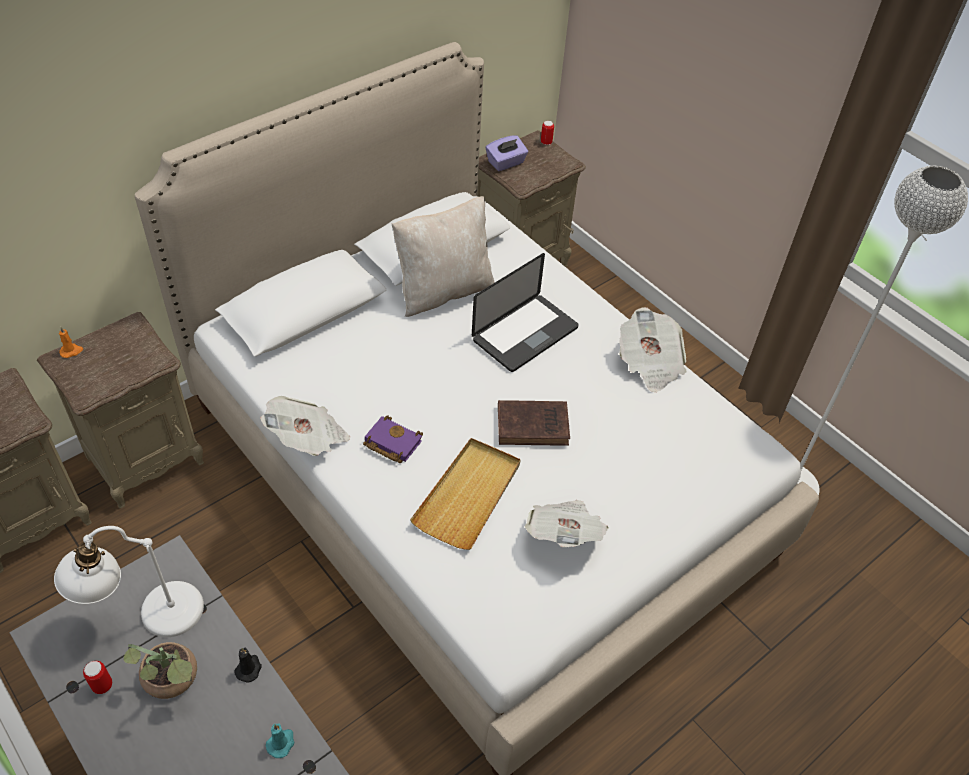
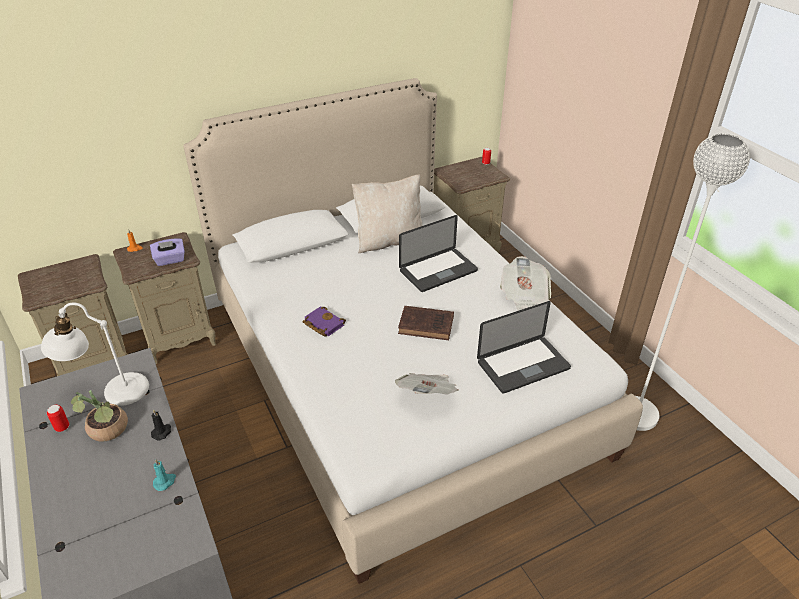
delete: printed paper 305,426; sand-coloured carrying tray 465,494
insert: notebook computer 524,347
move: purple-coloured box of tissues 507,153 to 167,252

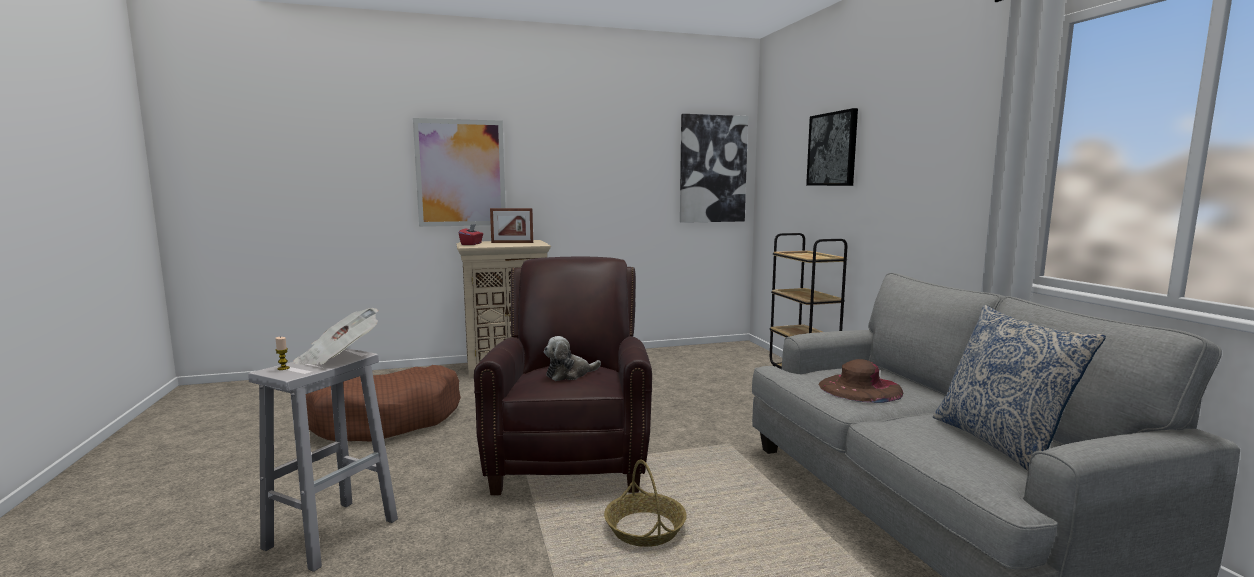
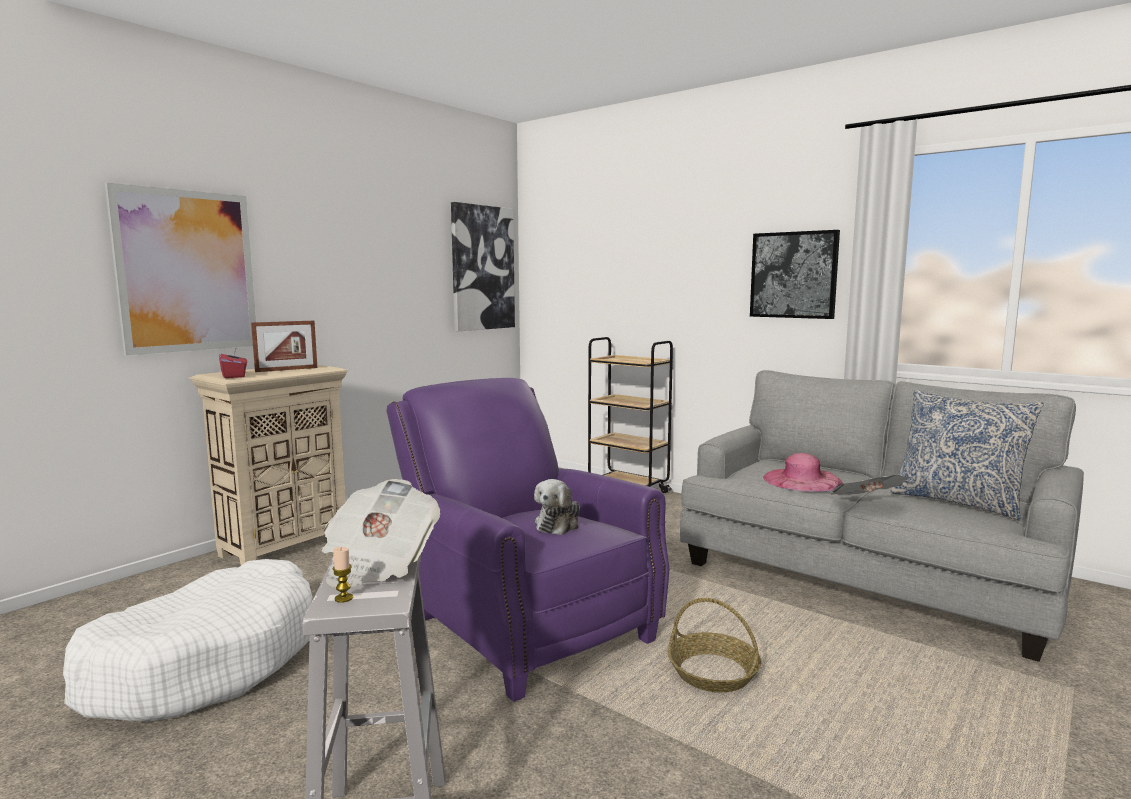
insert: printed paper 869,485
move: wall art 832,147 to 795,274
recolor: brownish dog bed 383,403 to white-coloured dog bed 187,640; brownish lounge chair 563,376 to purple-coloured lounge chair 528,540; brownish wearable hat 861,381 to pink wearable hat 803,472

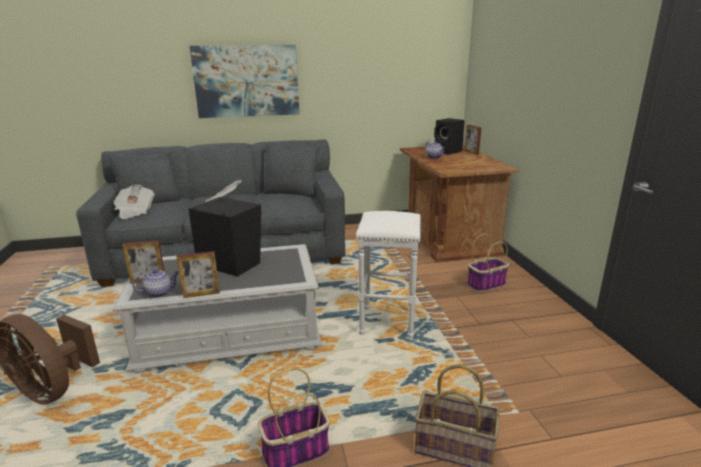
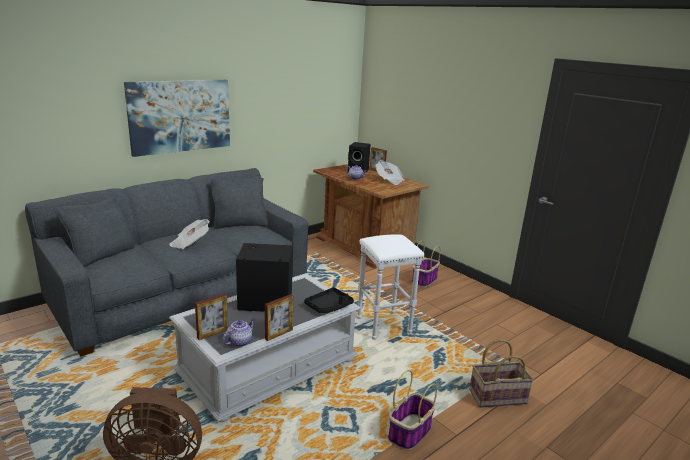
insert: black-coloured carrying tray 329,300
move: printed paper 133,202 to 390,172

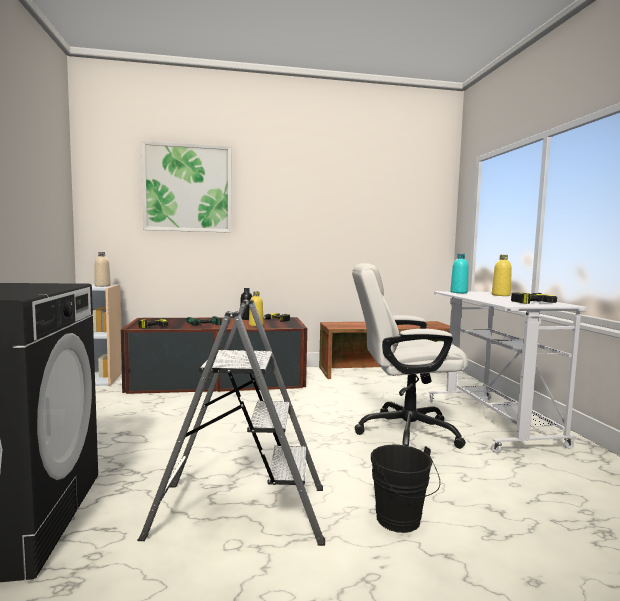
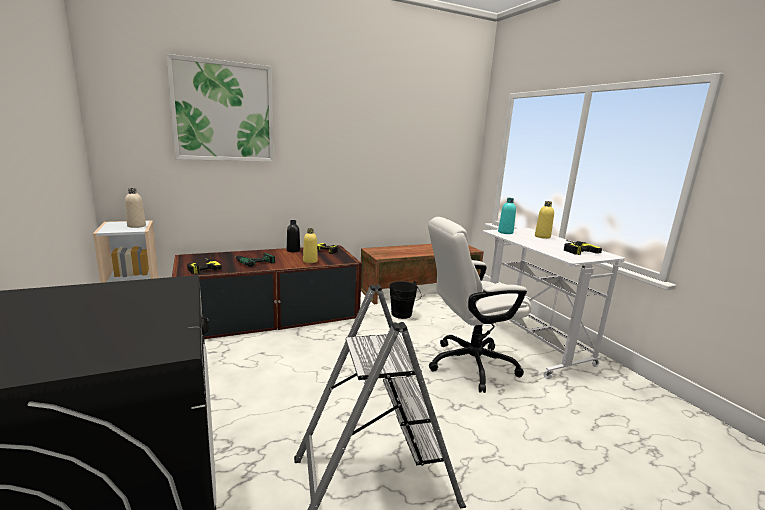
move: black-coloured bucket 405,488 to 405,300

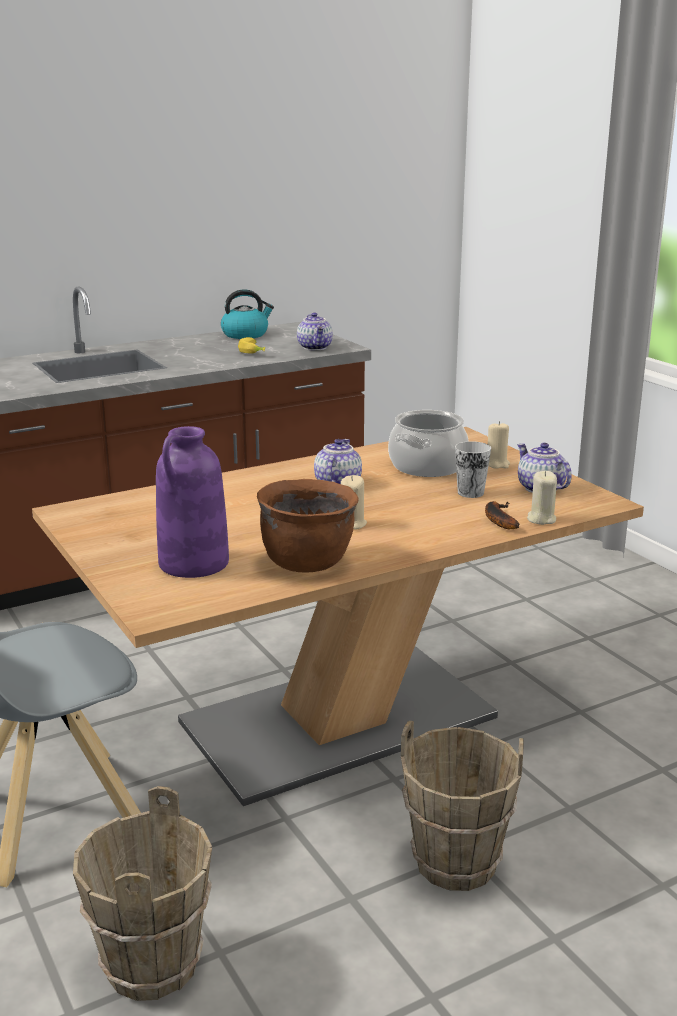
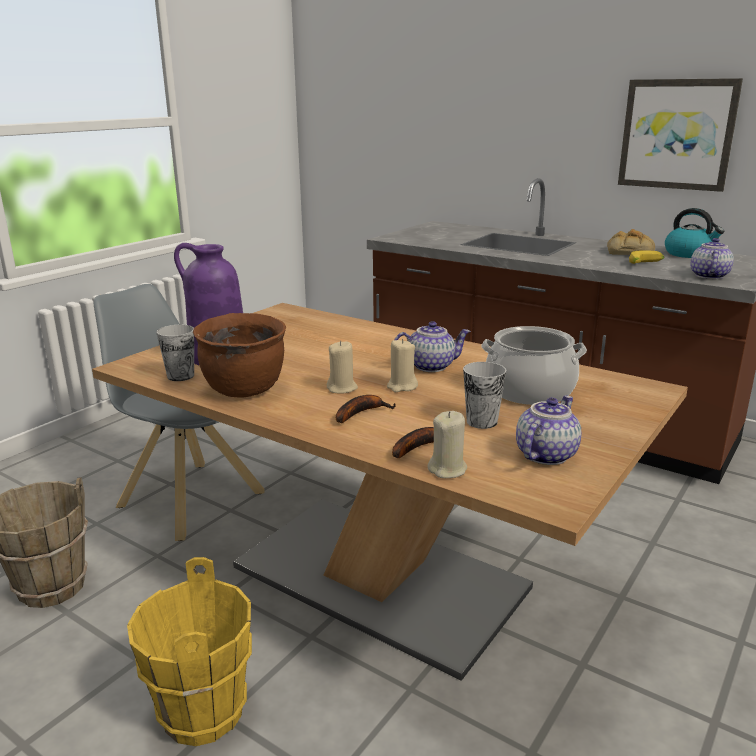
insert: cup 175,353; banana 366,409; bakery bread 631,242; wall art 680,135
move: sand-coloured wax candle 499,445 to 402,365
recolor: brownish bucket 462,806 to yellow-coloured bucket 189,651
rotate: tea pot 315,332 = 712,258 150 degrees clockwise

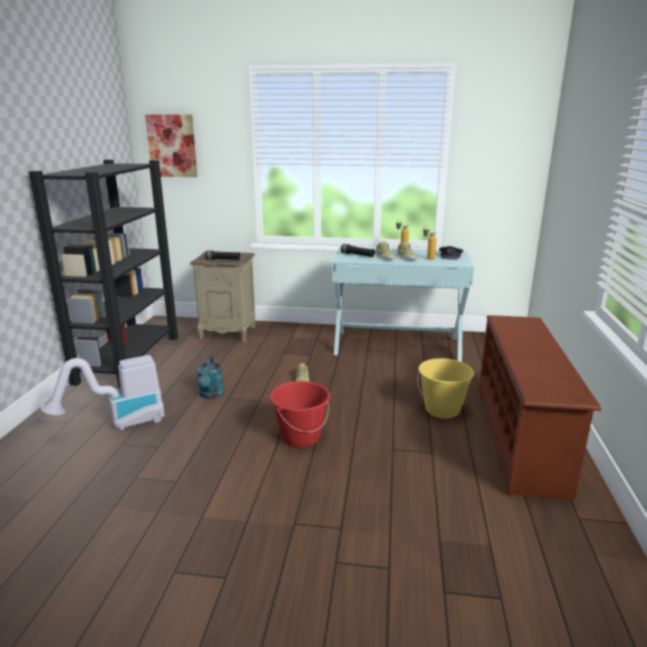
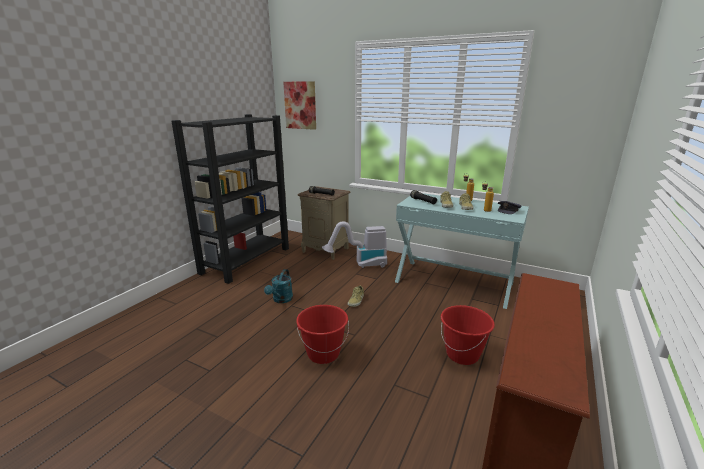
move: vacuum 102,392 to 354,244
recolor: yellow-coloured bucket 445,388 to red bucket 468,335

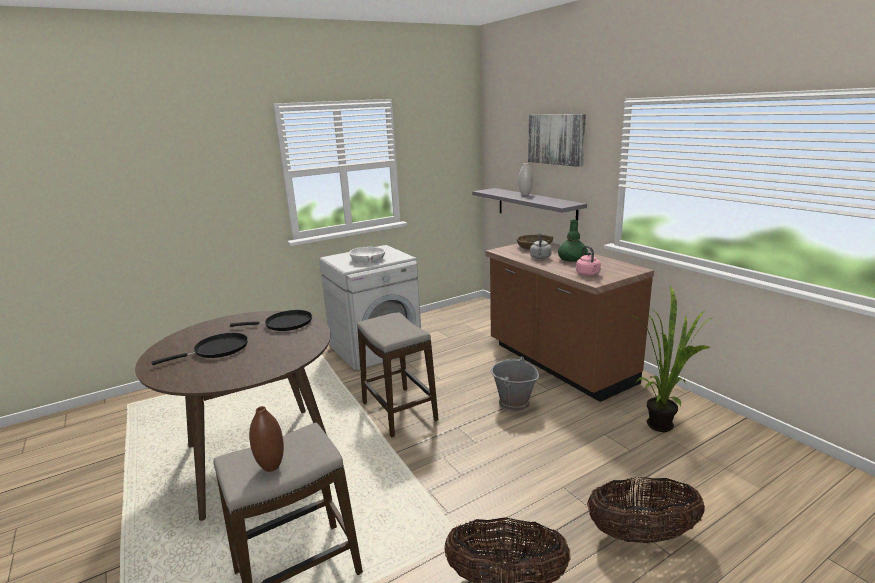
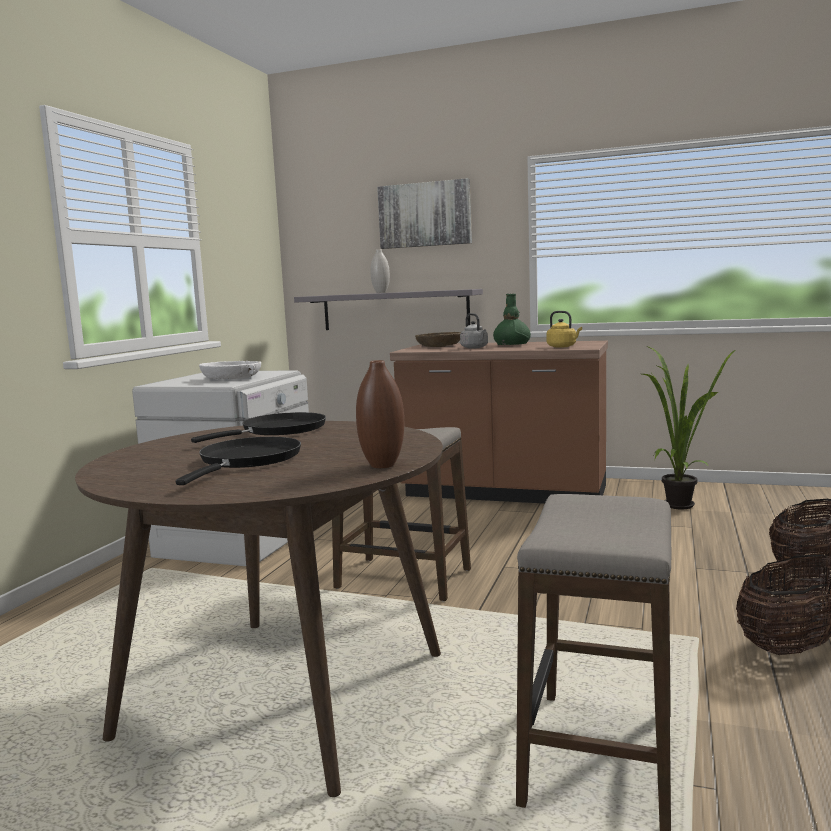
delete: grey bucket 515,384
move: brownish vase 266,439 to 380,414
recolor: pink water kettle 588,260 to yellow-coloured water kettle 564,329

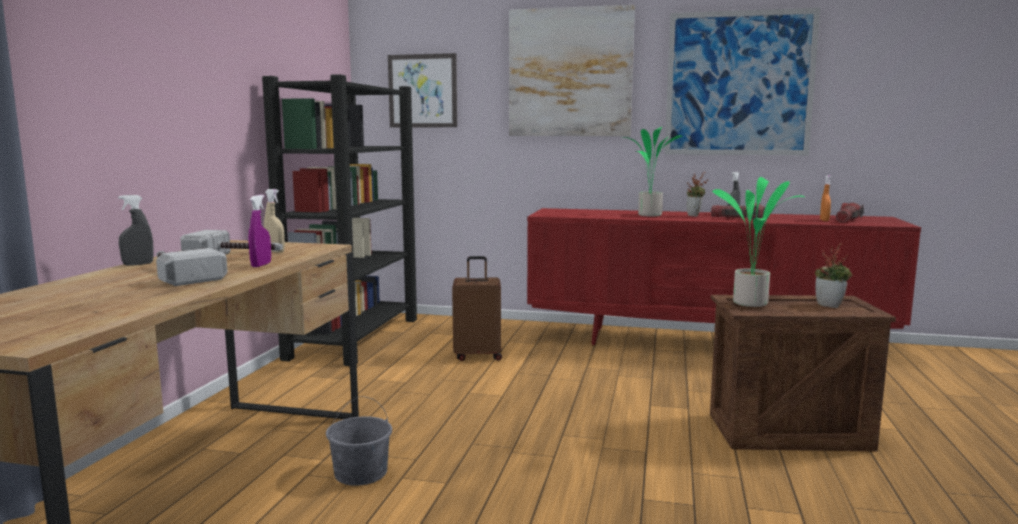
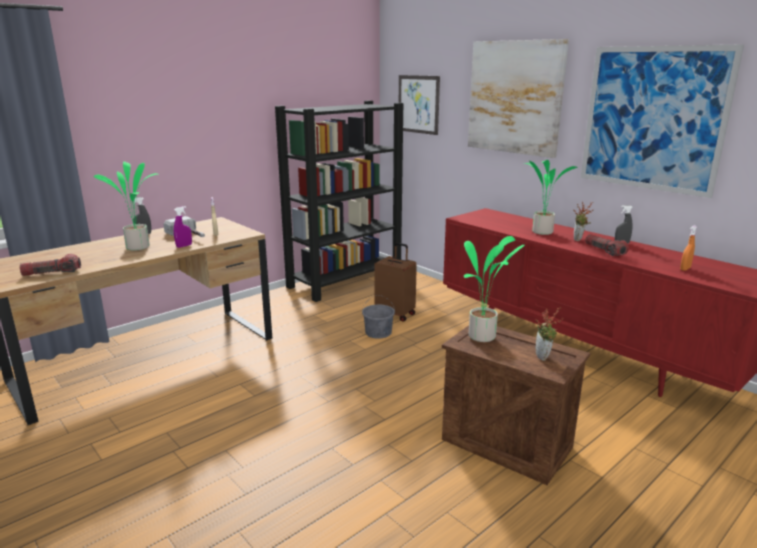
move: torch 850,212 to 50,265; grey bucket 359,441 to 378,317
replace: tool hammer 191,267 to houseplant 126,206

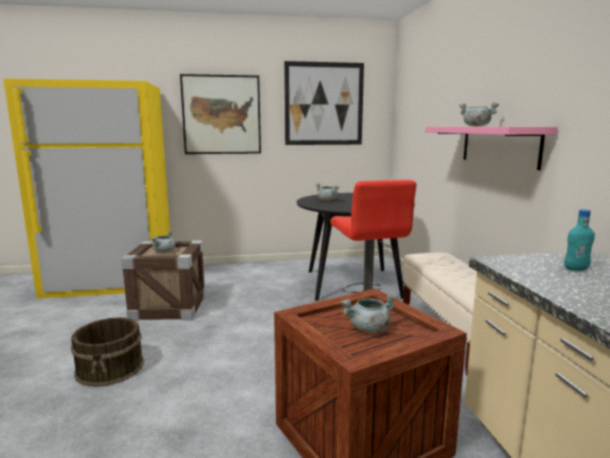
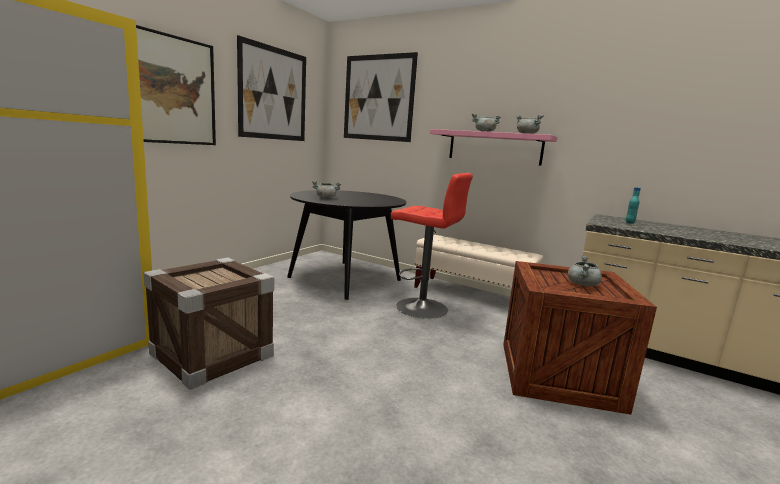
delete: brownish bucket 107,352
insert: wall art 381,97
move: grey cooking pot 163,242 to 530,124

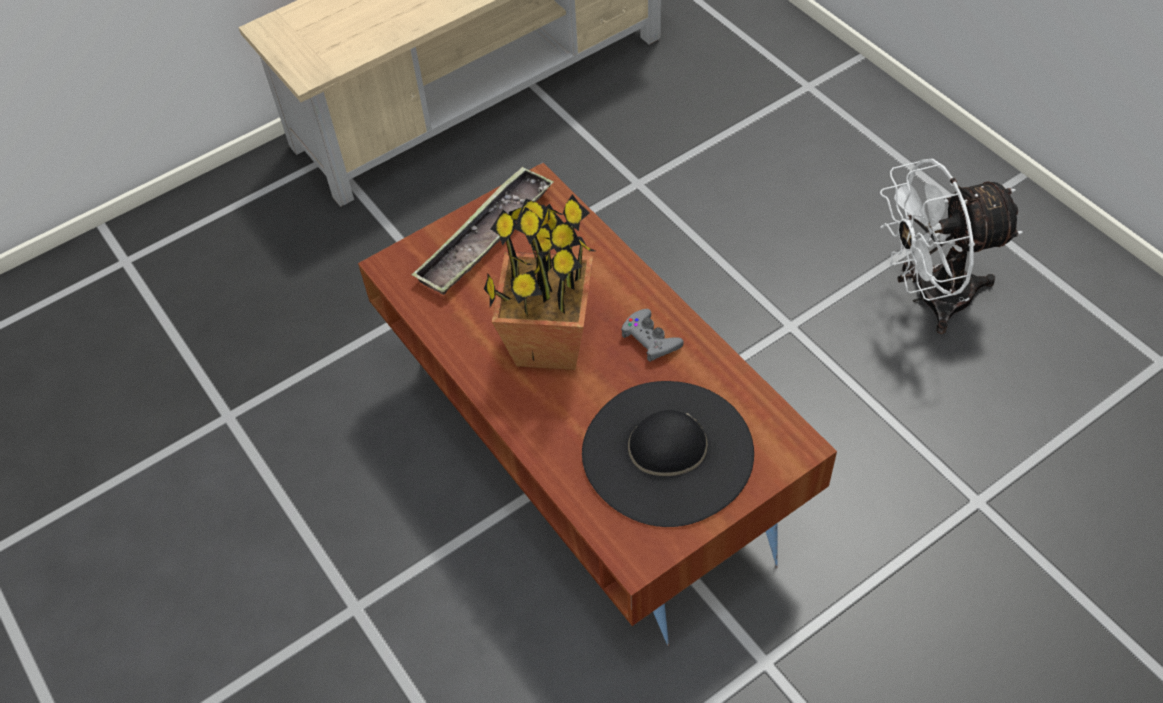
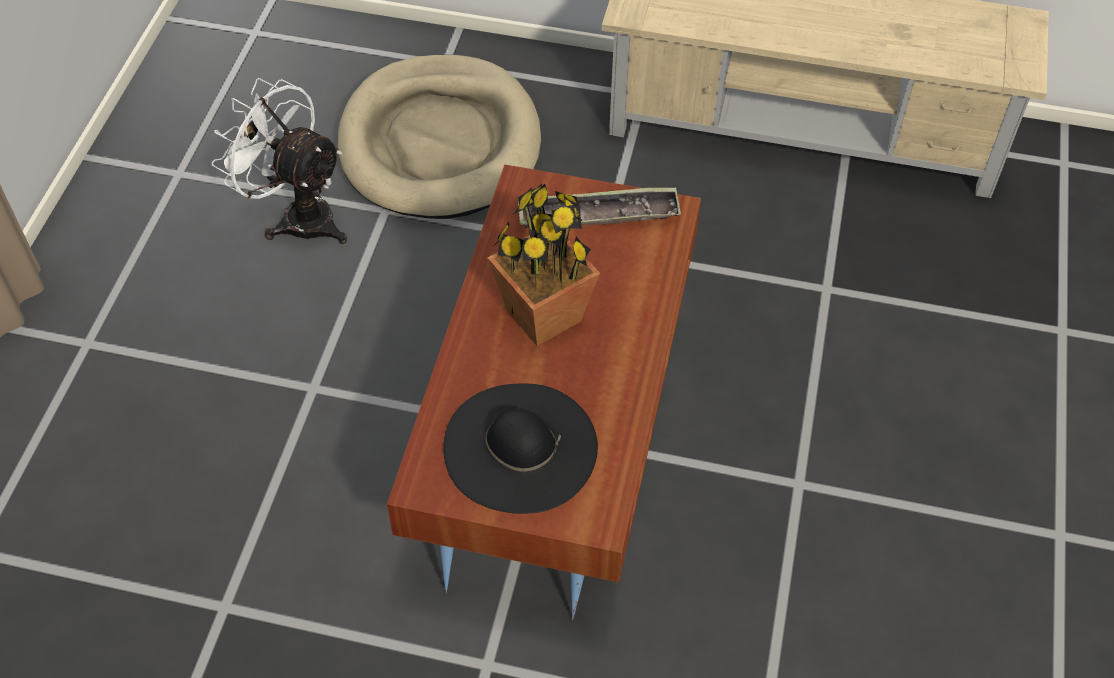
delete: grey game controller 652,335
insert: sand-coloured dog bed 439,137
move: white-coloured fan 951,246 to 279,161

